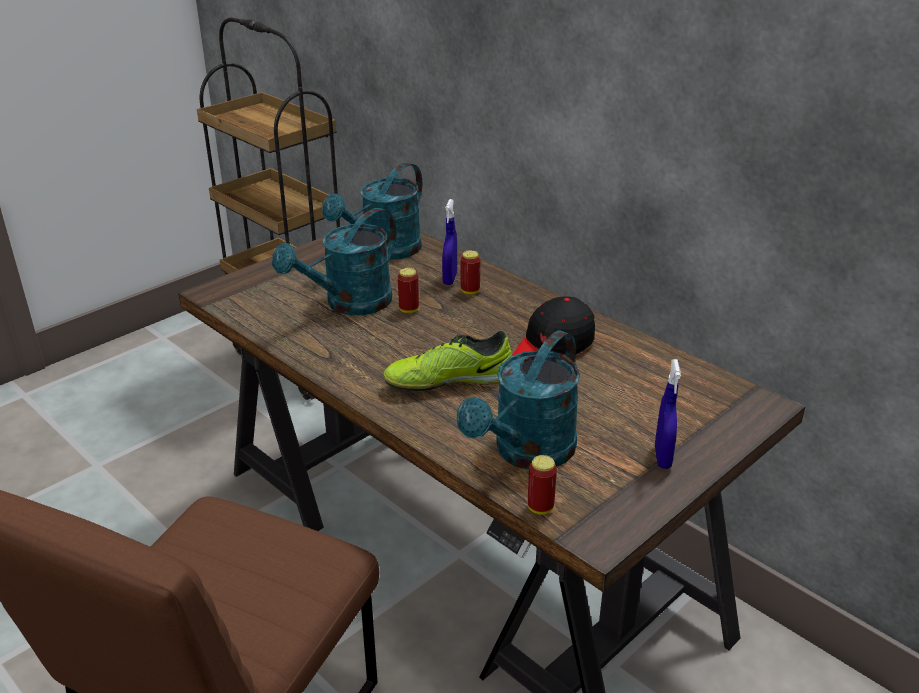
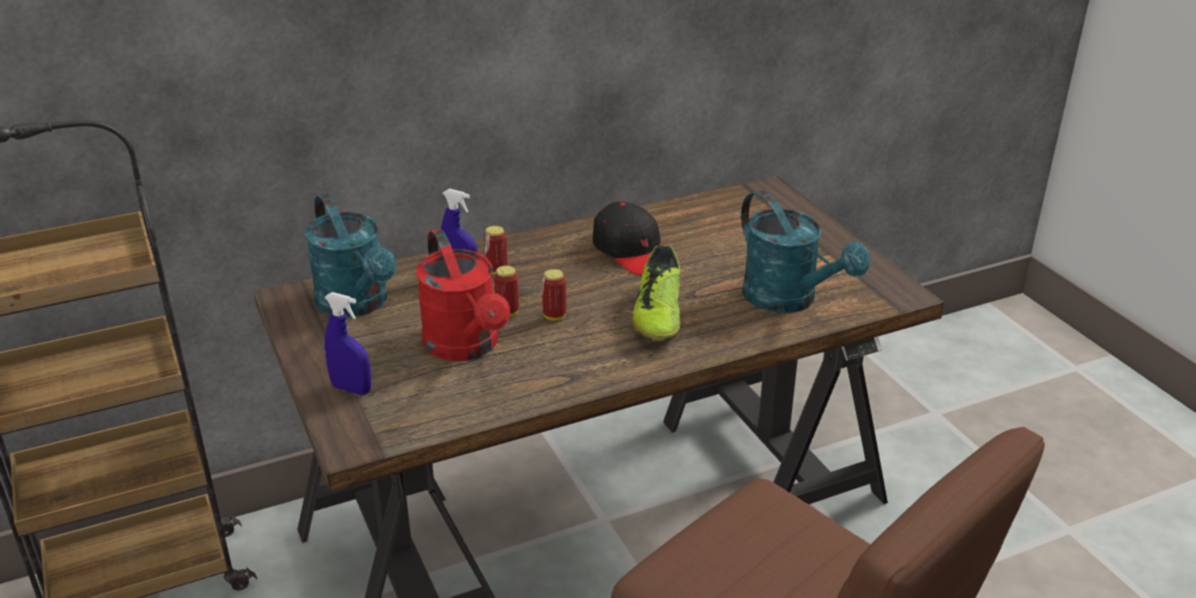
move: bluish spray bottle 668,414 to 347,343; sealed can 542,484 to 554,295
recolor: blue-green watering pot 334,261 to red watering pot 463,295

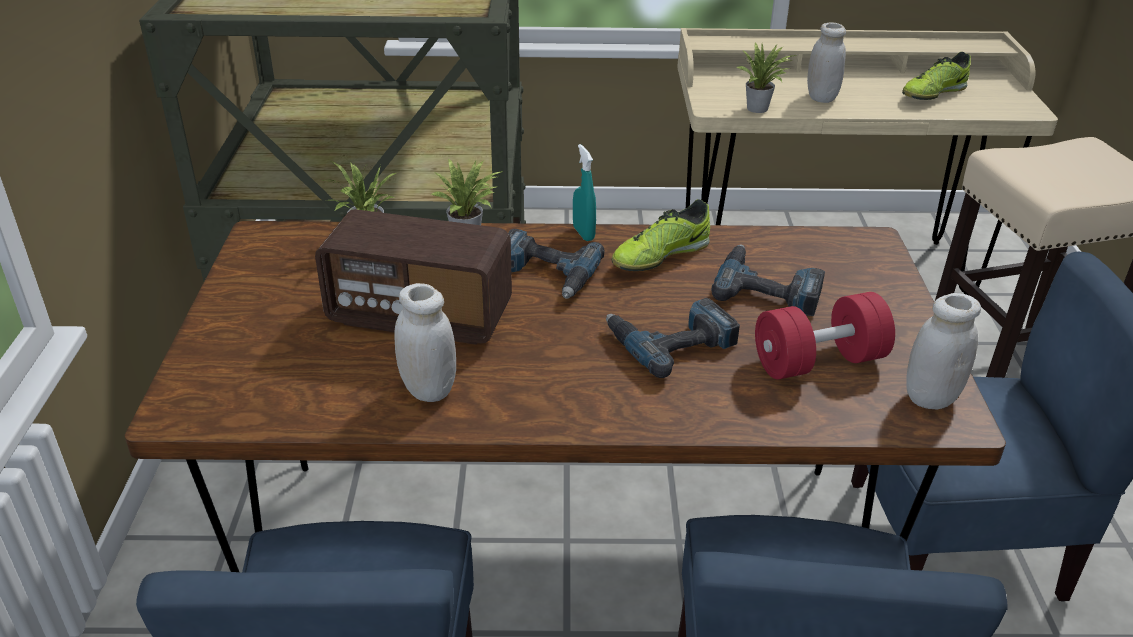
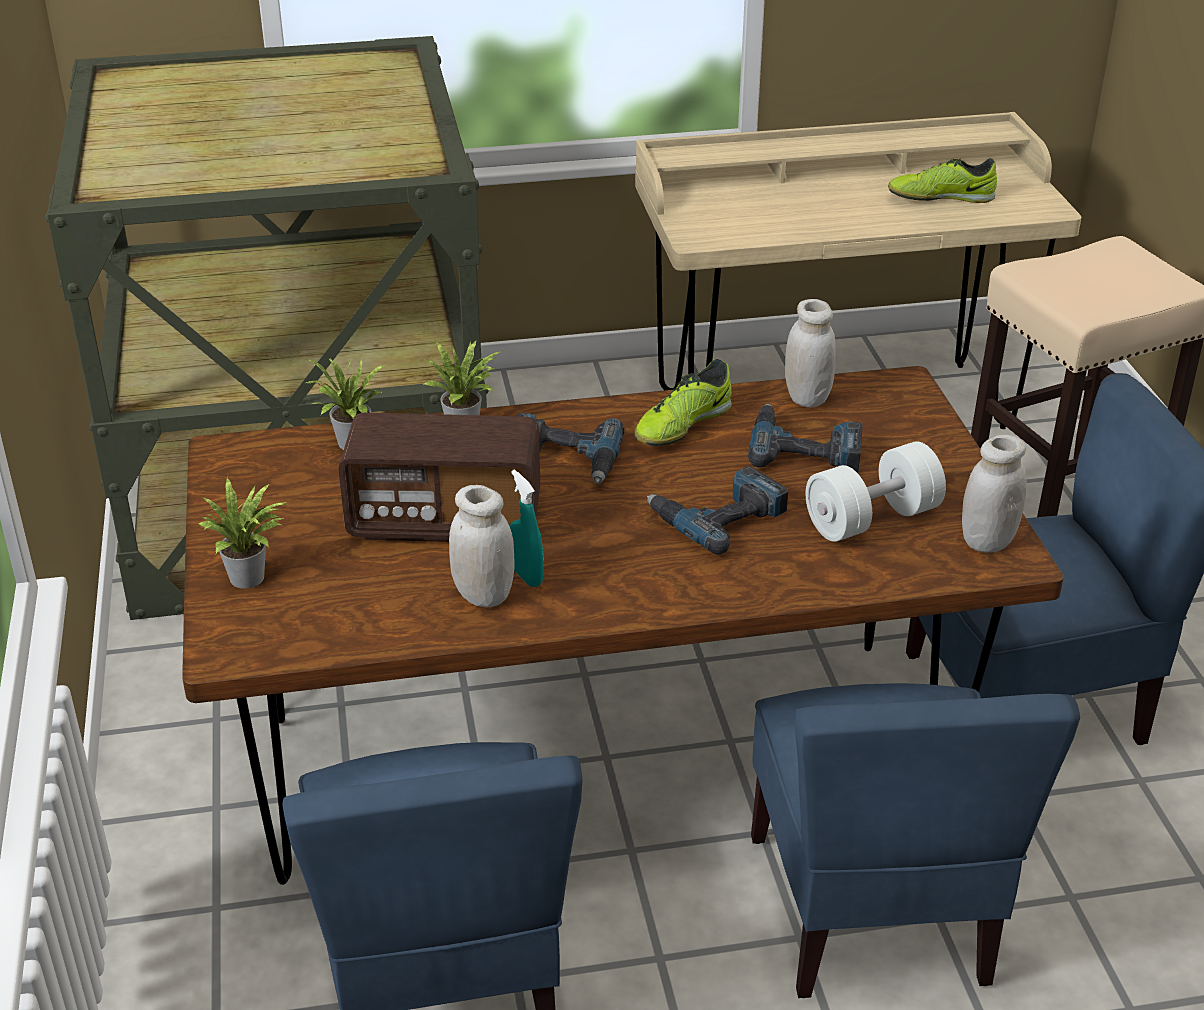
move: houseplant 766,78 to 243,533; blue-green spray bottle 584,192 to 527,528; white-coloured jar 826,62 to 810,353
recolor: red free weight 825,335 to white-coloured free weight 875,492
rotate: low shoe 936,76 = 942,180 45 degrees clockwise

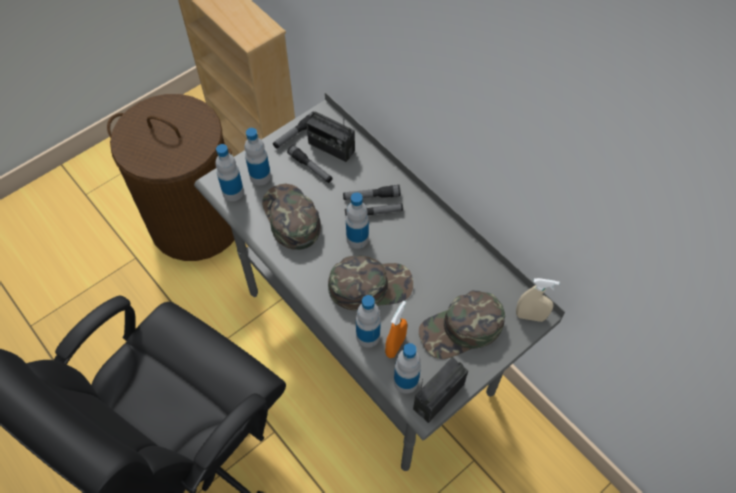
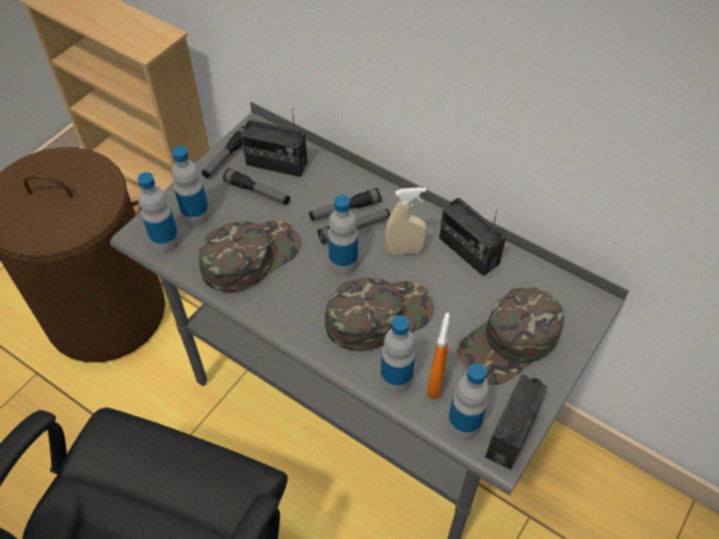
insert: radio receiver 472,237
move: sand-coloured spray bottle 538,300 to 406,221
rotate: greenish cap 291,217 = 250,256 90 degrees clockwise

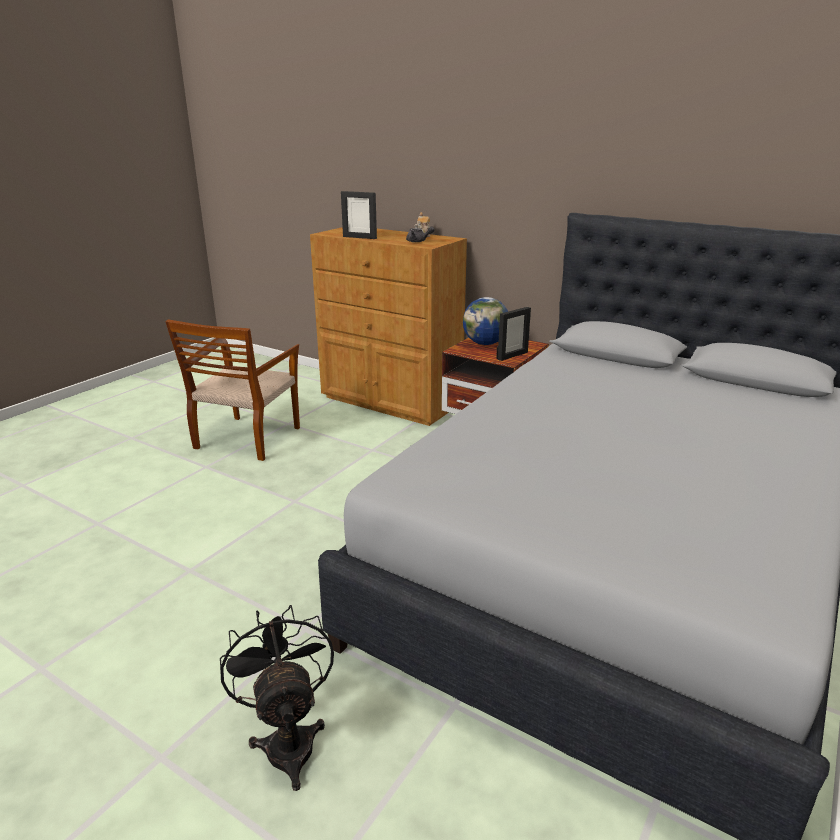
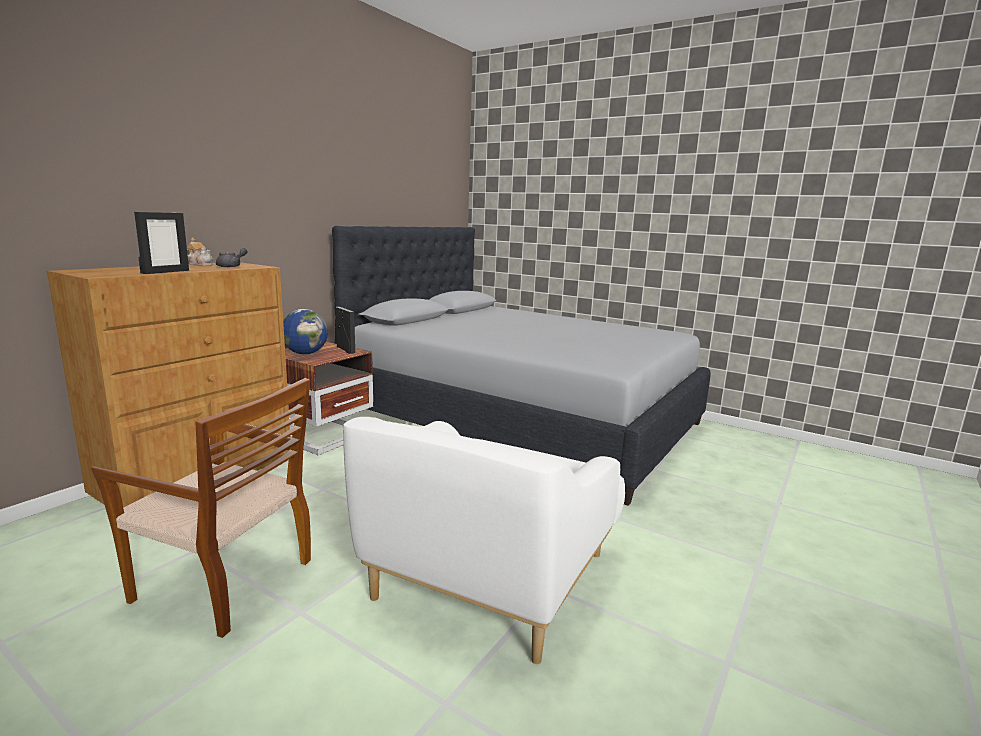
delete: black-coloured fan 277,698
insert: white-coloured lounge chair 484,540

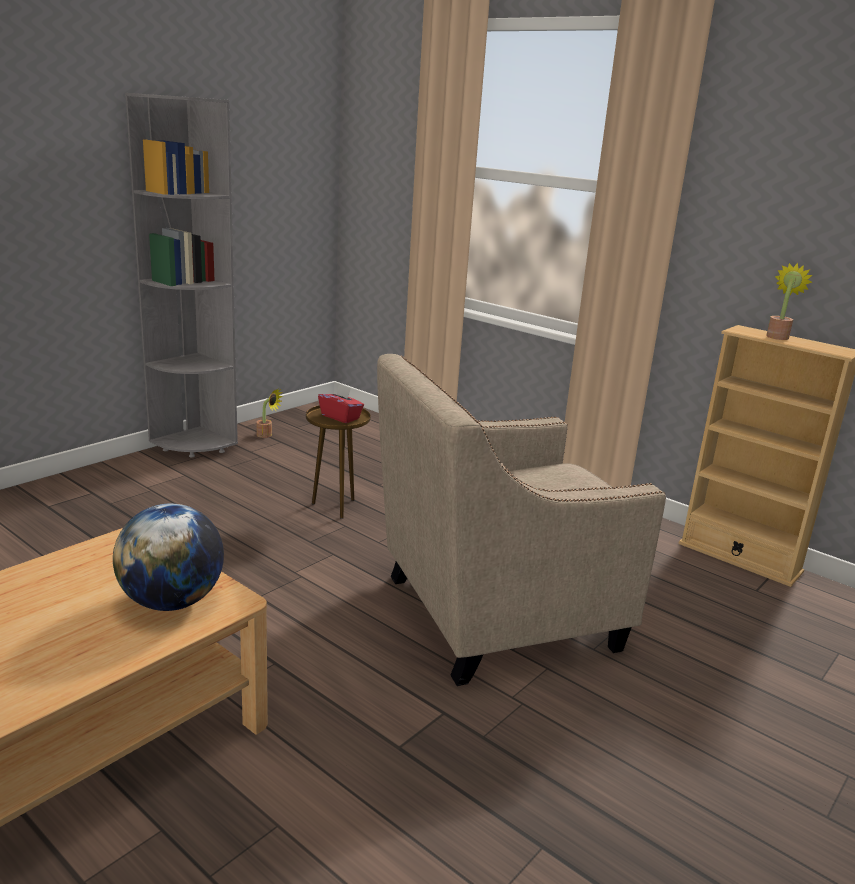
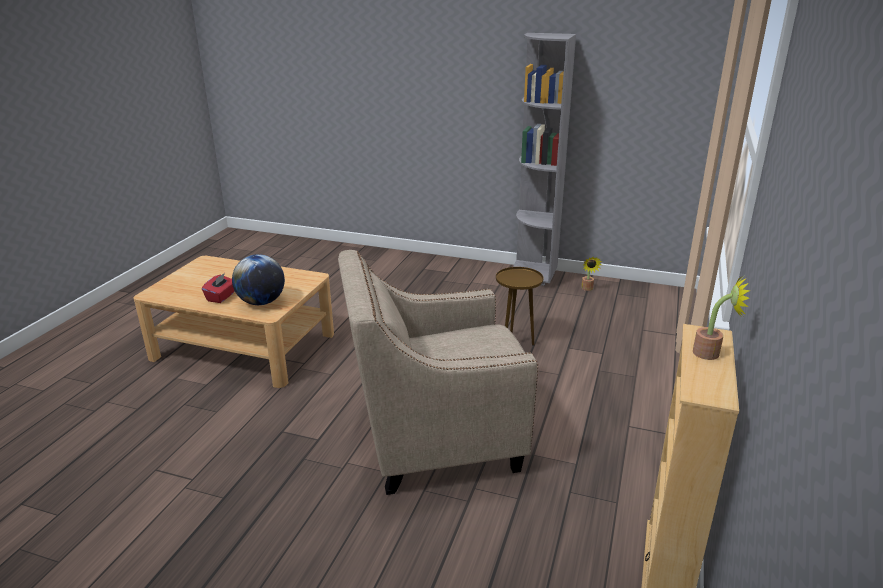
move: red box of tissues 341,403 to 218,288
rotate: sand-coloured lounge chair 521,520 = 438,372 60 degrees counterclockwise

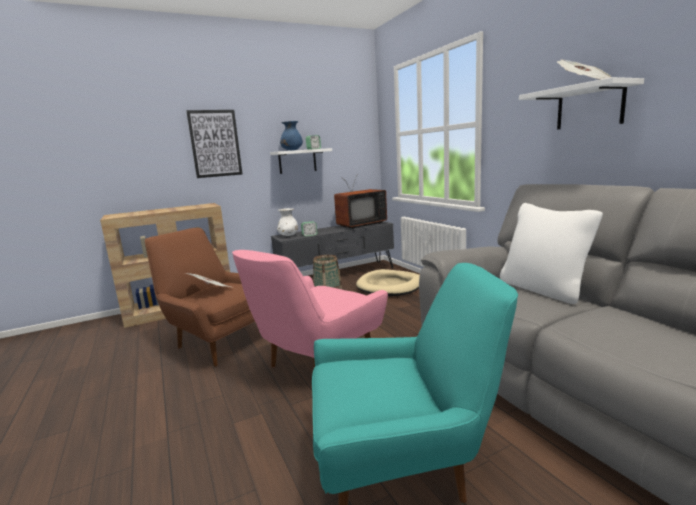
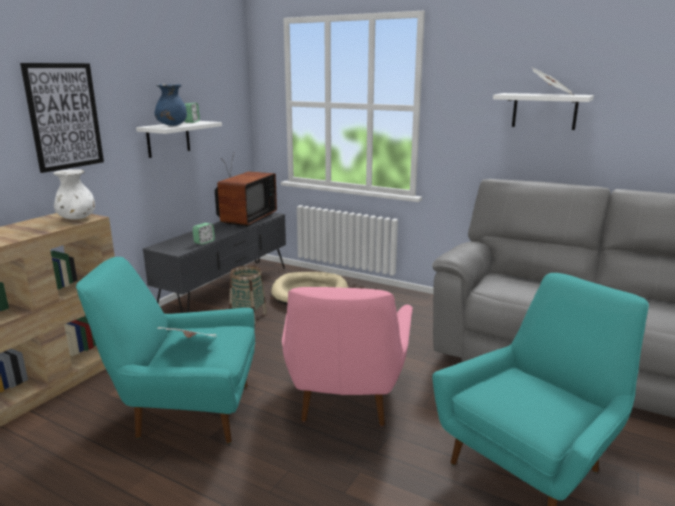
delete: white-coloured throw pillow 551,253
move: white-coloured vase 287,222 to 74,194
recolor: brownish lounge chair 200,297 to blue-green lounge chair 165,350

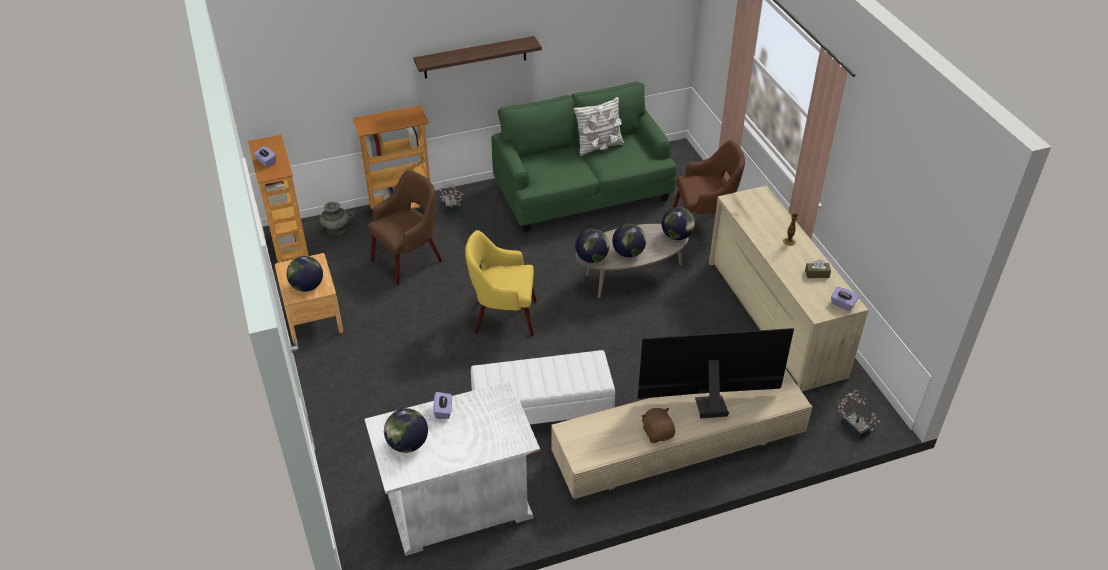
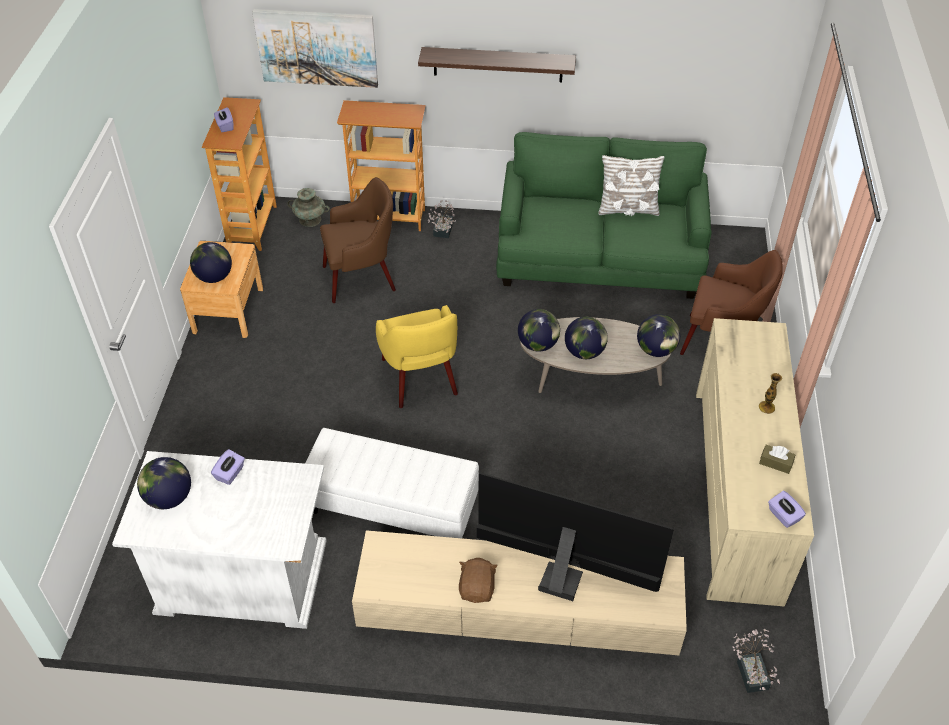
insert: wall art 315,48
rotate: yellow-coloured lounge chair 501,283 = 417,356 135 degrees counterclockwise

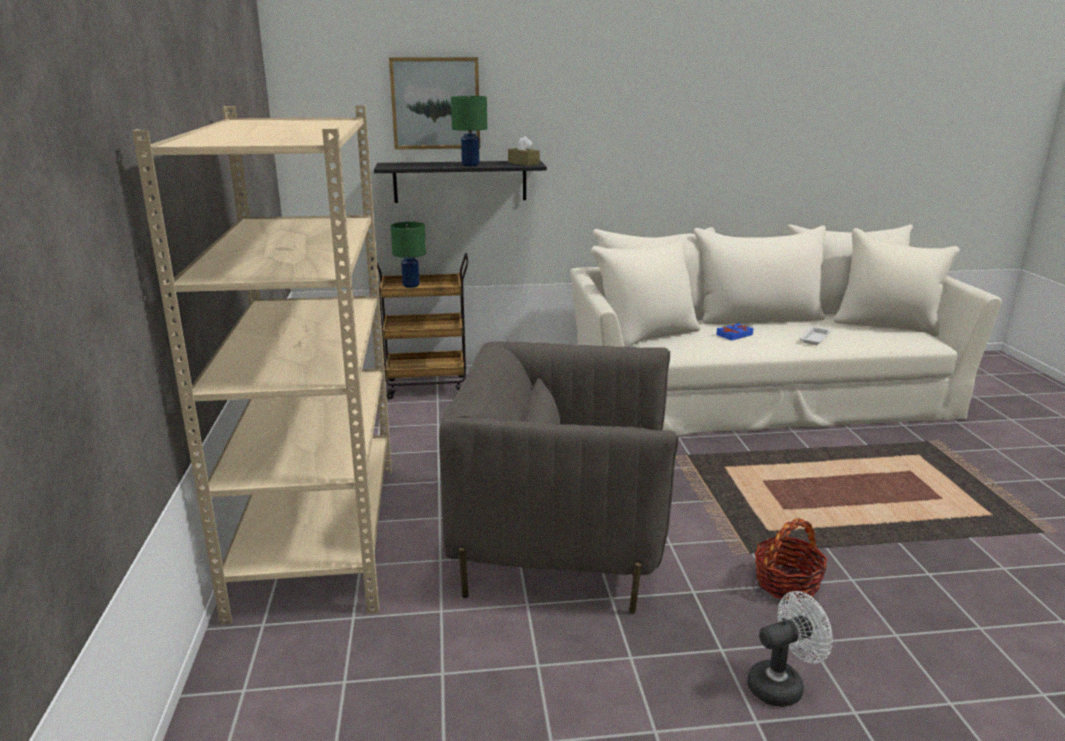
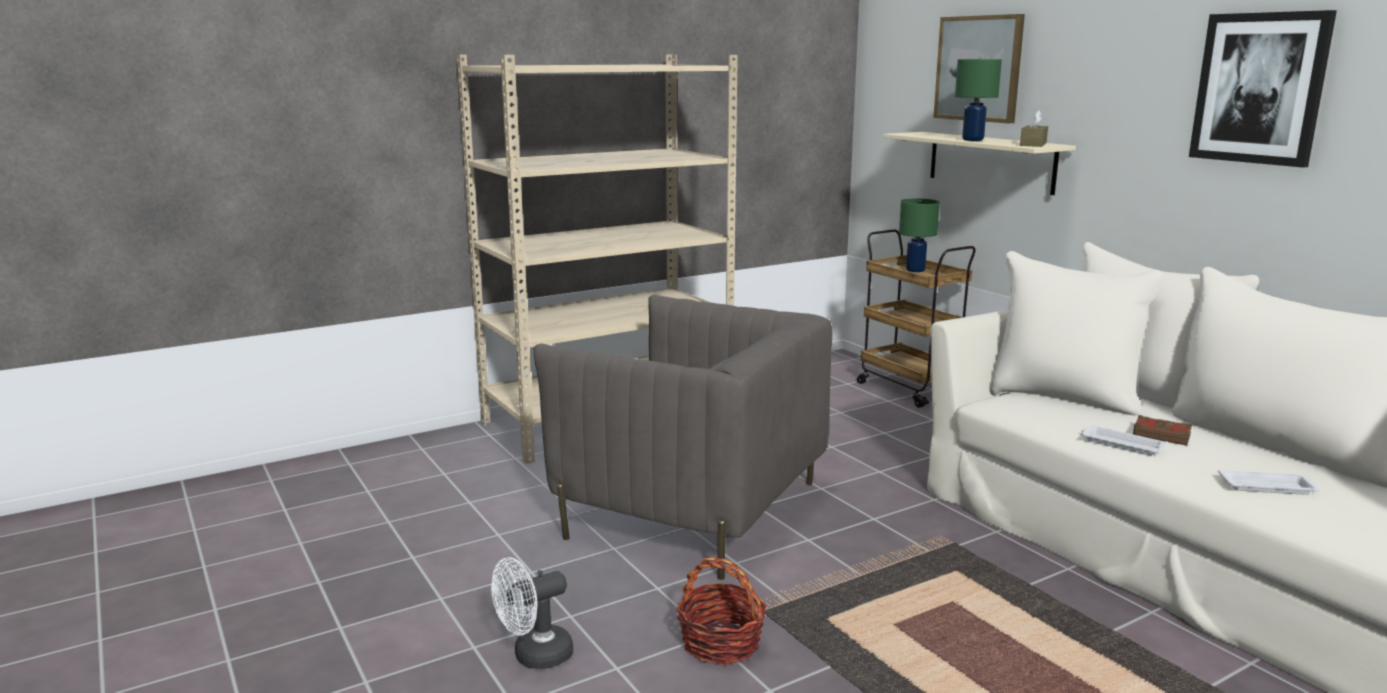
insert: white-coloured carrying tray 1124,440; wall art 1263,89
recolor: black-coloured bracket shelf 460,182 to sand-coloured bracket shelf 979,163; bluish volume 734,332 to brownish volume 1162,430
rotate: white-coloured fan 790,649 = 532,613 105 degrees clockwise; grey lounge chair 559,477 = 682,437 135 degrees clockwise

